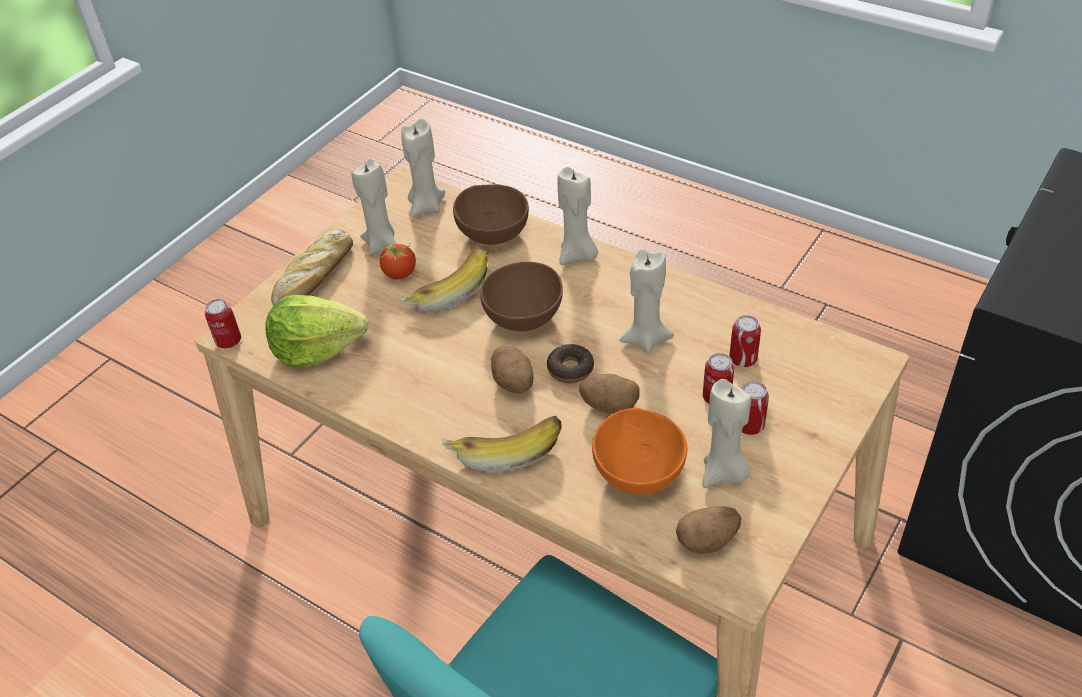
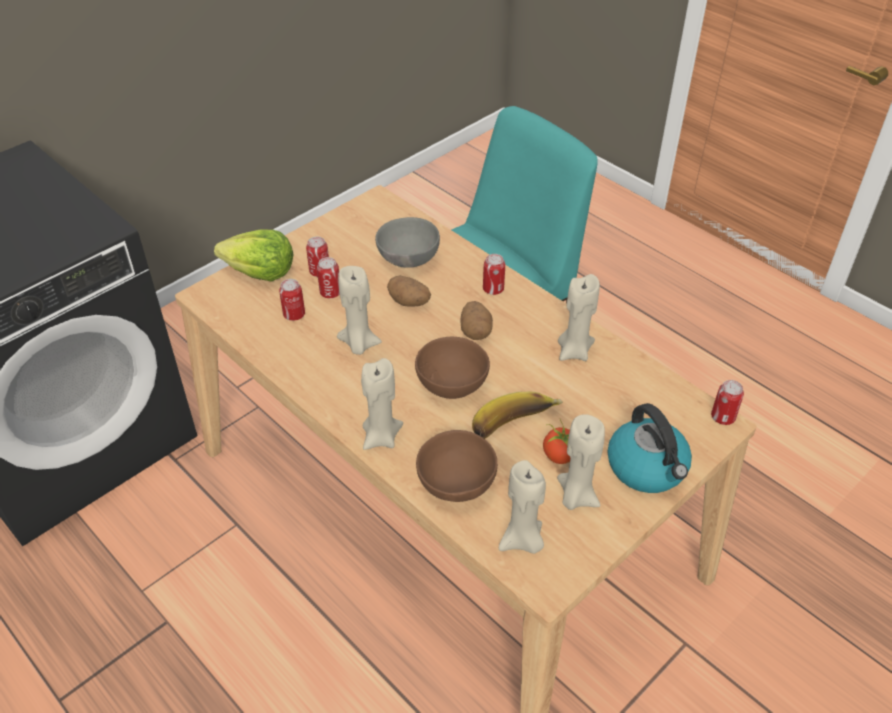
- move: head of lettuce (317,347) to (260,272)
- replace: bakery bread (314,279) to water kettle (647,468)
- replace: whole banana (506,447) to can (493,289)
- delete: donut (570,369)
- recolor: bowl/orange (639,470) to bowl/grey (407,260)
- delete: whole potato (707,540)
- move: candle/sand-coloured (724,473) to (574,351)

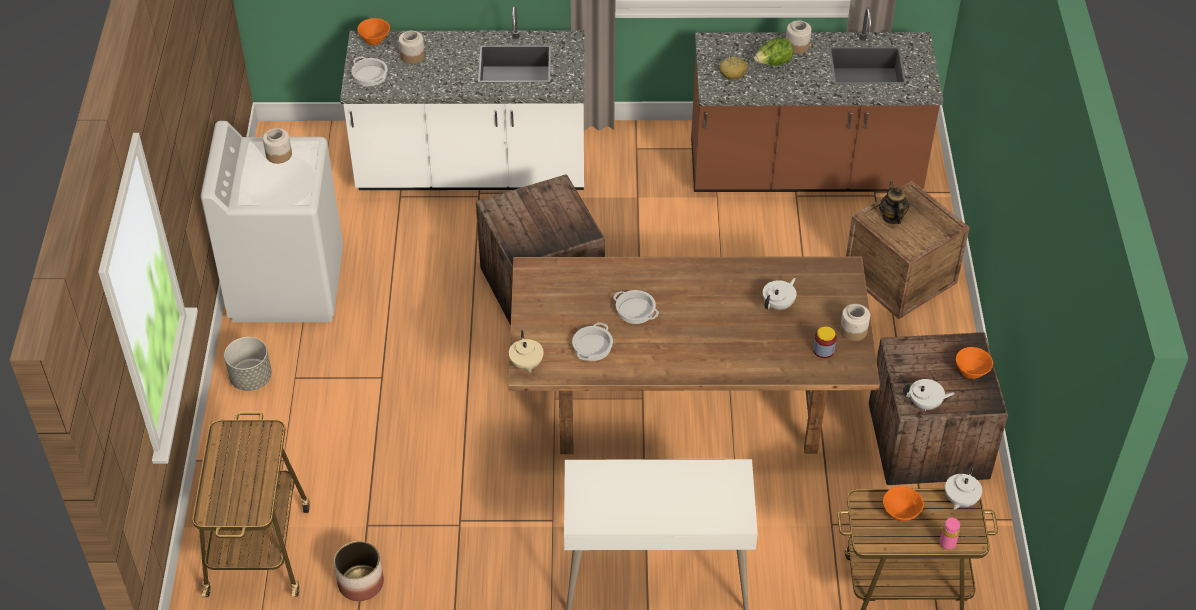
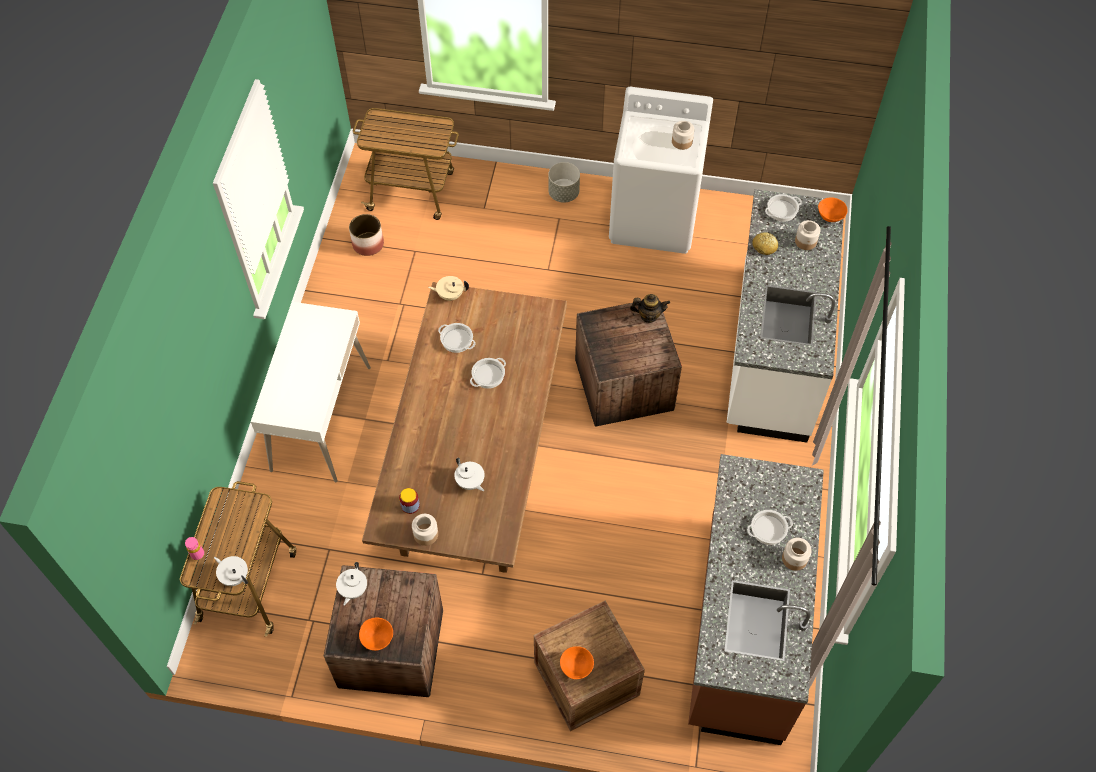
- move: bakery bread (733,72) to (764,247)
- replace: head of lettuce (773,63) to saucepot (768,530)
- move: pot for tea (892,217) to (648,315)
- move: bowl/orange (900,512) to (577,668)

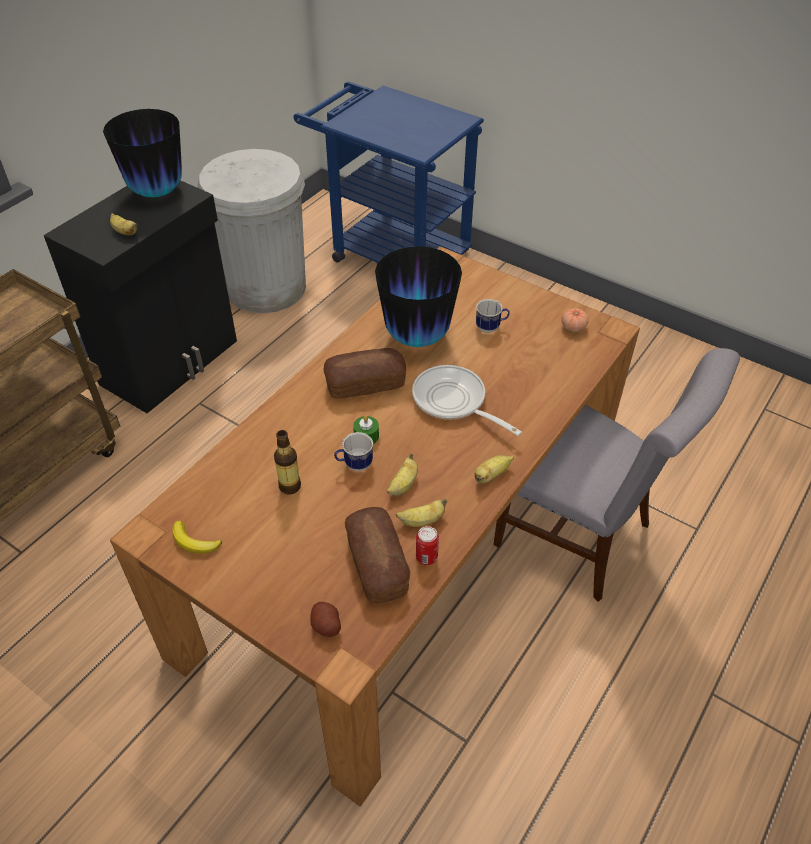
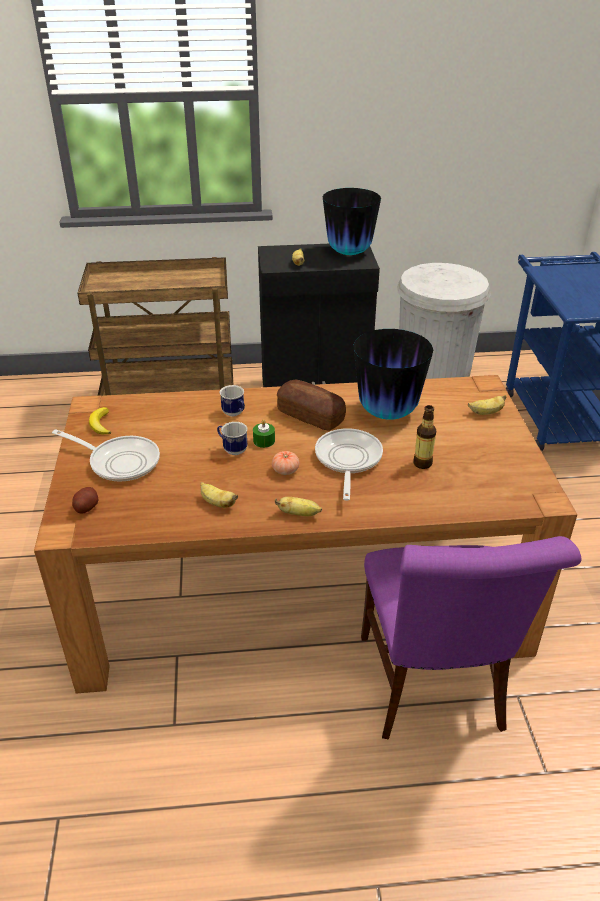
- move: drink bottle (289,486) to (422,463)
- delete: bakery bread (377,564)
- move: whole banana (403,485) to (486,413)
- delete: can (426,557)
- move: mug (491,327) to (235,414)
- recolor: plain chair/grey (582,537) to plain chair/purple-coloured (434,689)
- move: tomato (573,327) to (285,470)
- insert: skillet (120,461)

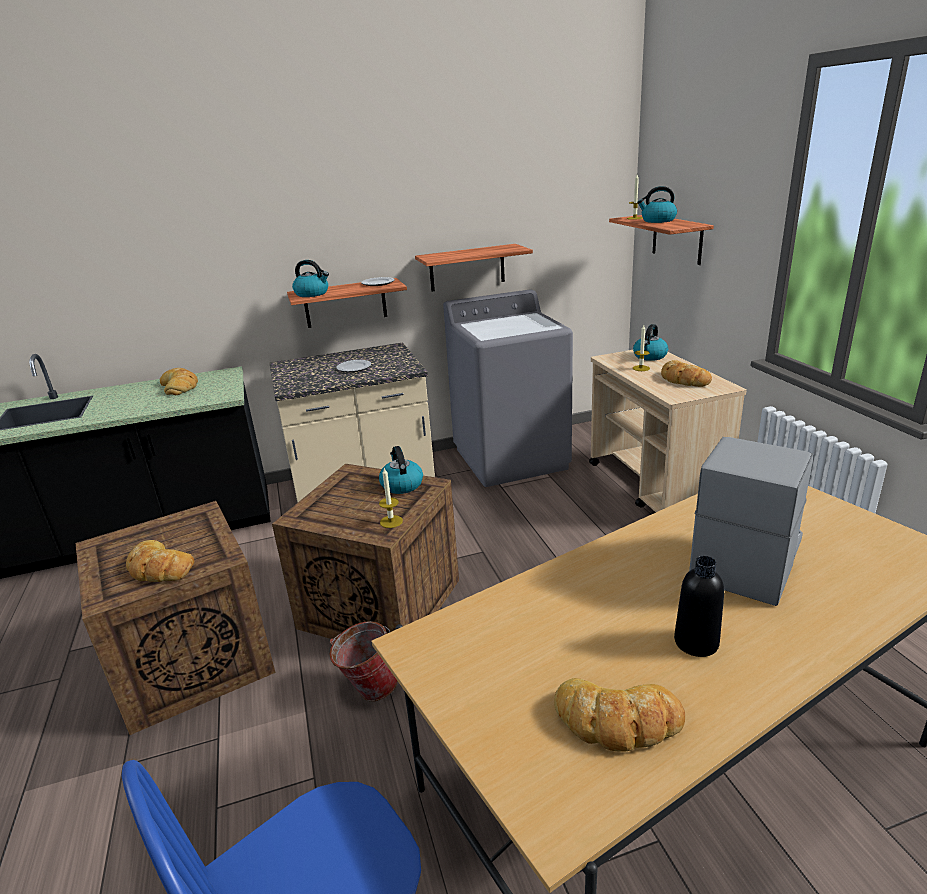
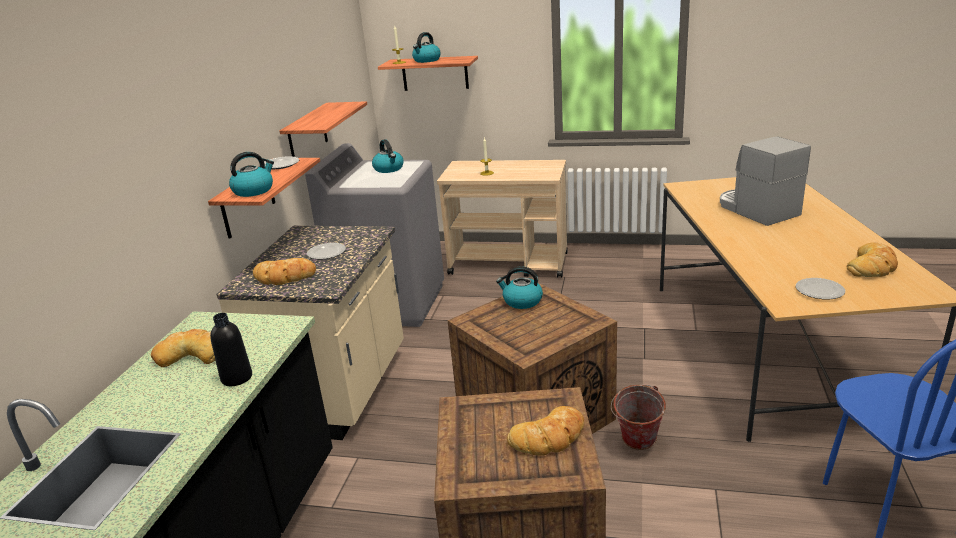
- delete: candle (391,521)
- move: water kettle (650,356) to (389,169)
- move: bakery bread (683,379) to (284,277)
- move: drink bottle/black-coloured (696,642) to (237,378)
- insert: dinner plate (819,291)

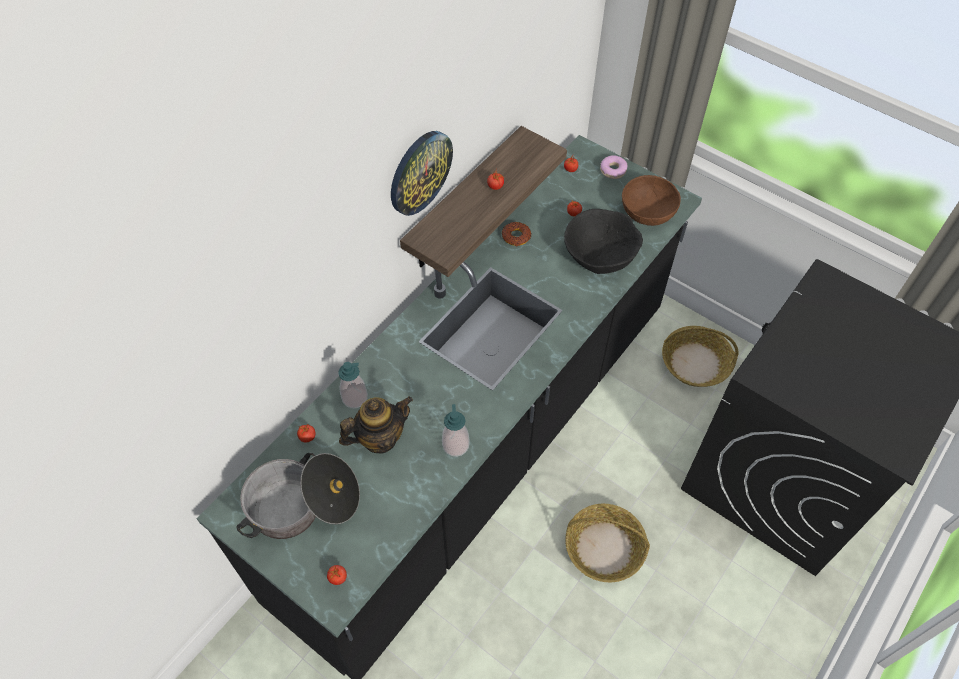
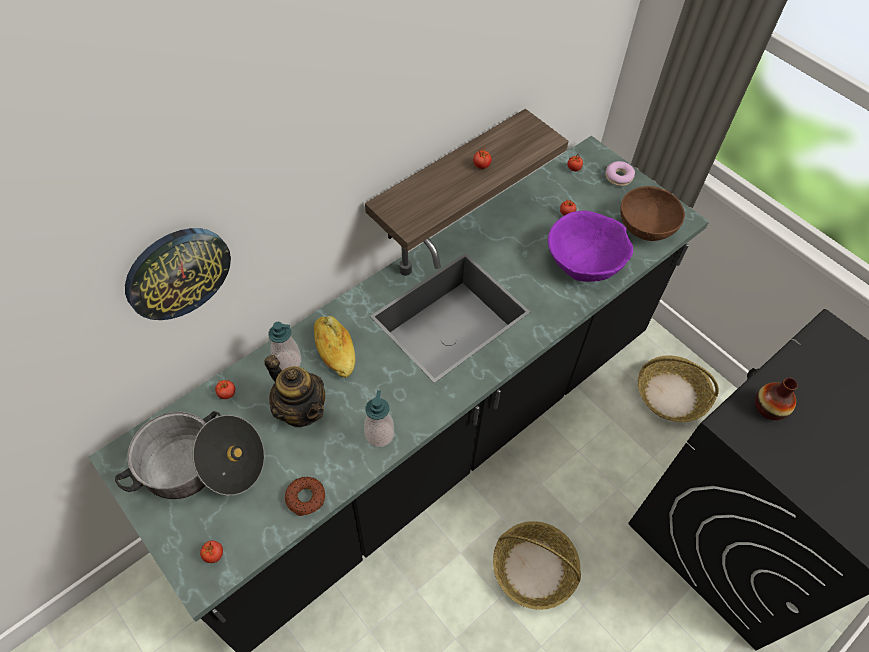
- rotate: pot for tea (379,438) = (301,410) 60 degrees clockwise
- move: hanging clock (419,172) to (177,272)
- move: donut (516,236) to (305,498)
- recolor: bowl/black-coloured (599,256) to bowl/purple-coloured (584,263)
- insert: bakery bread (335,351)
- insert: decorative vase (769,408)

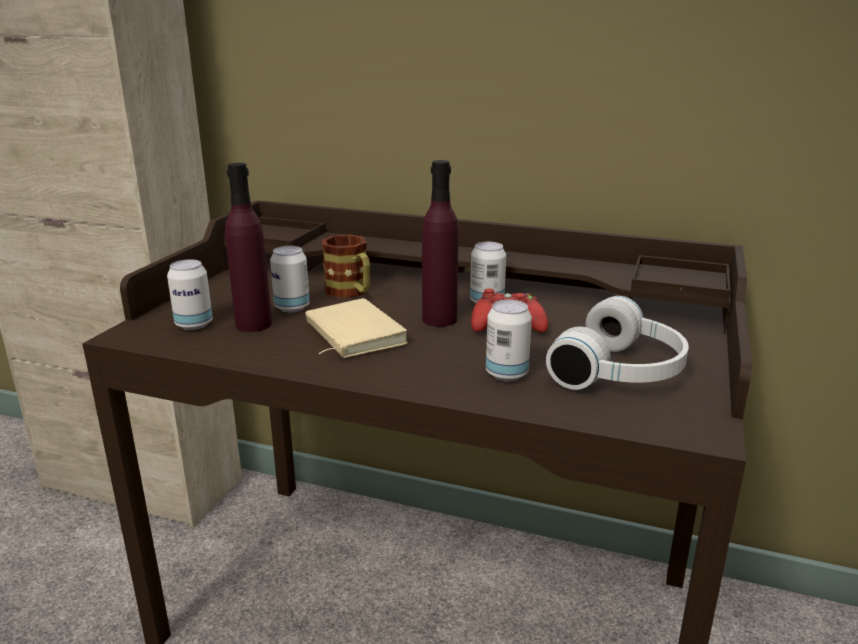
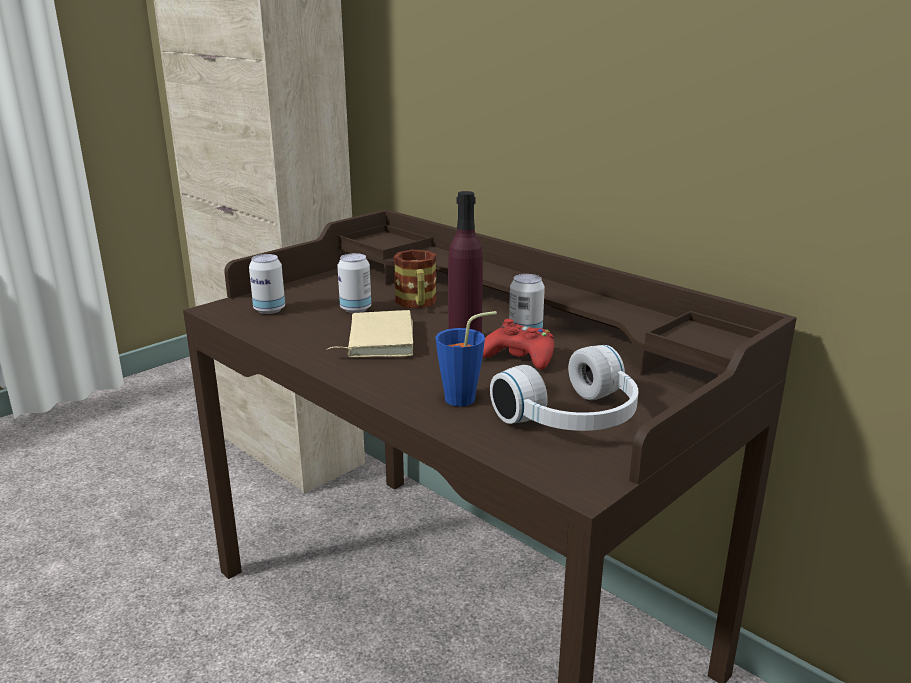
- delete: drink bottle/purple-coloured (253,324)
- replace: can (506,374) to drinking cup/blue (467,398)

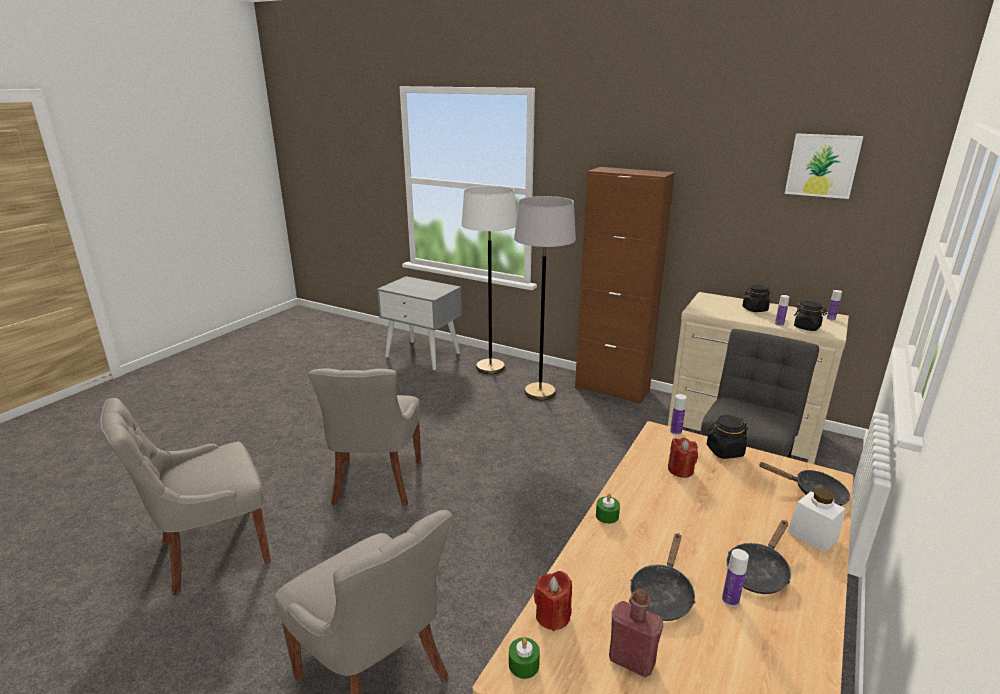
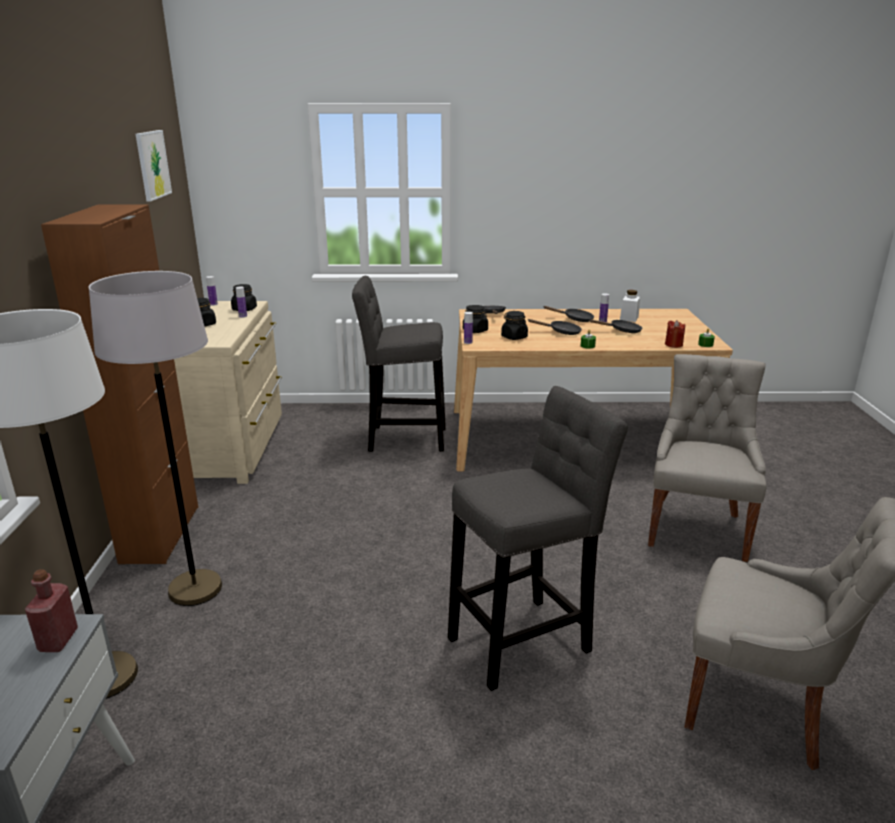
- replace: plain chair/grey (376,483) to stool seat/grey (525,640)
- move: drink bottle/reddish (631,660) to (58,640)
- replace: candle/reddish (680,470) to jar/black-coloured (514,337)
- move: jar/white (812,535) to (629,318)
- insert: skillet/black-coloured (561,332)

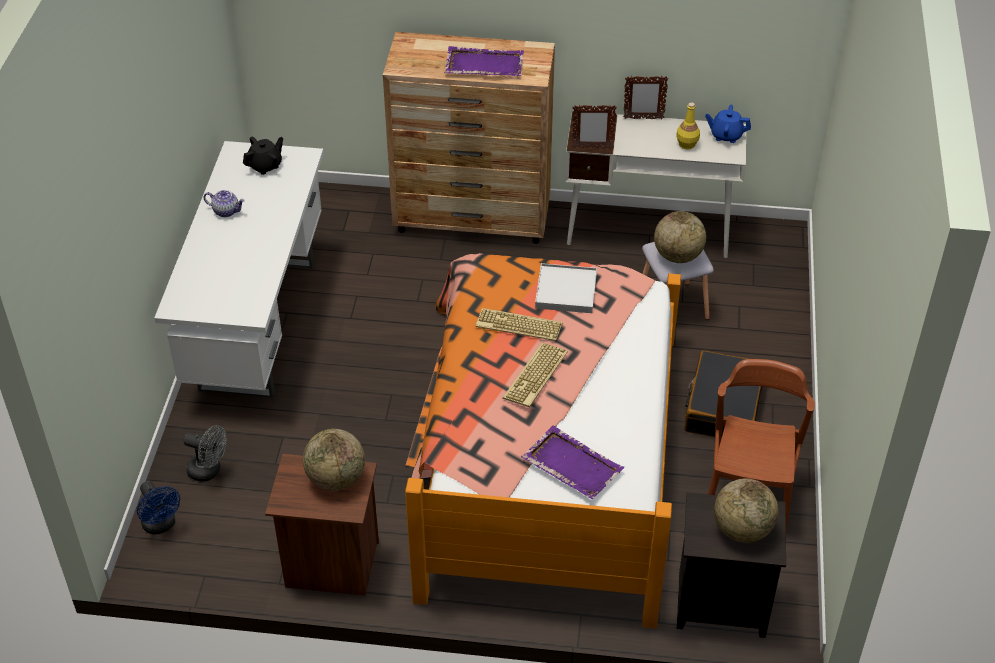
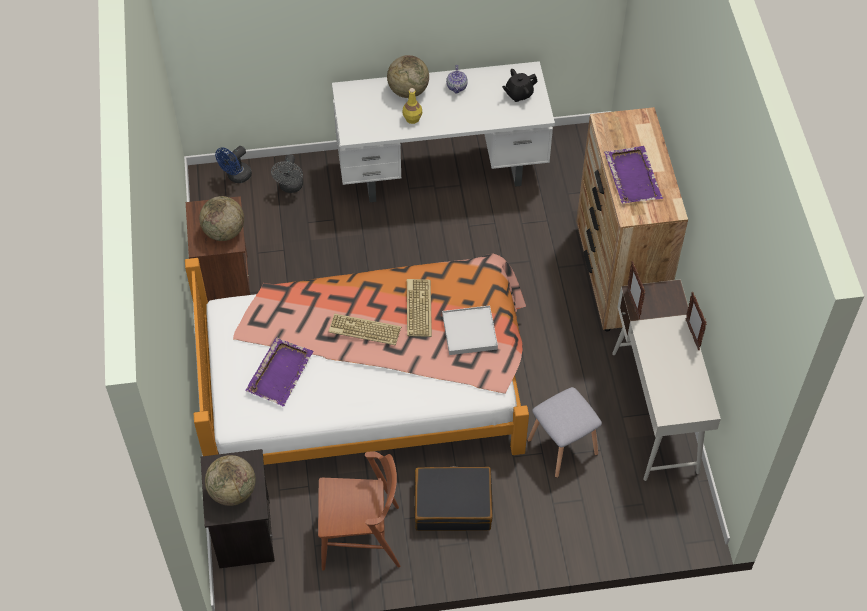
- rotate: pot for tea/black-coloured (265,166) = (518,94) 120 degrees clockwise
- move: world globe (678,256) to (408,91)
- move: drink bottle/yellowish (686,144) to (412,118)
- delete: pot for tea/blue (726,135)

